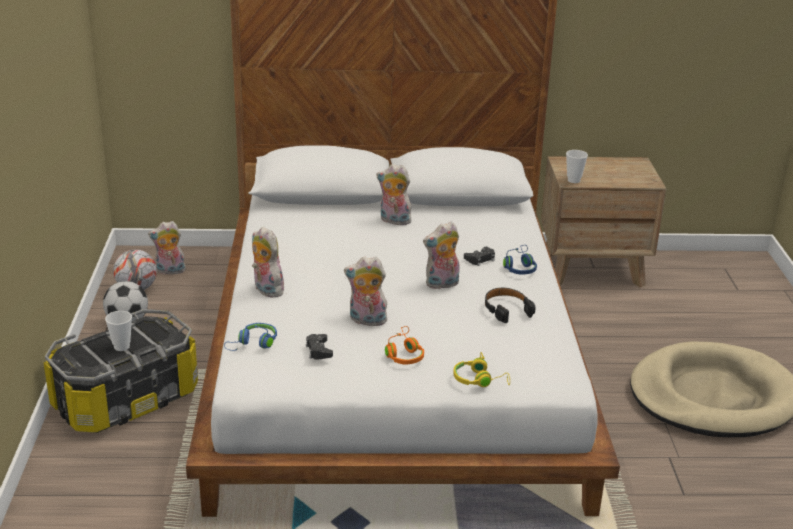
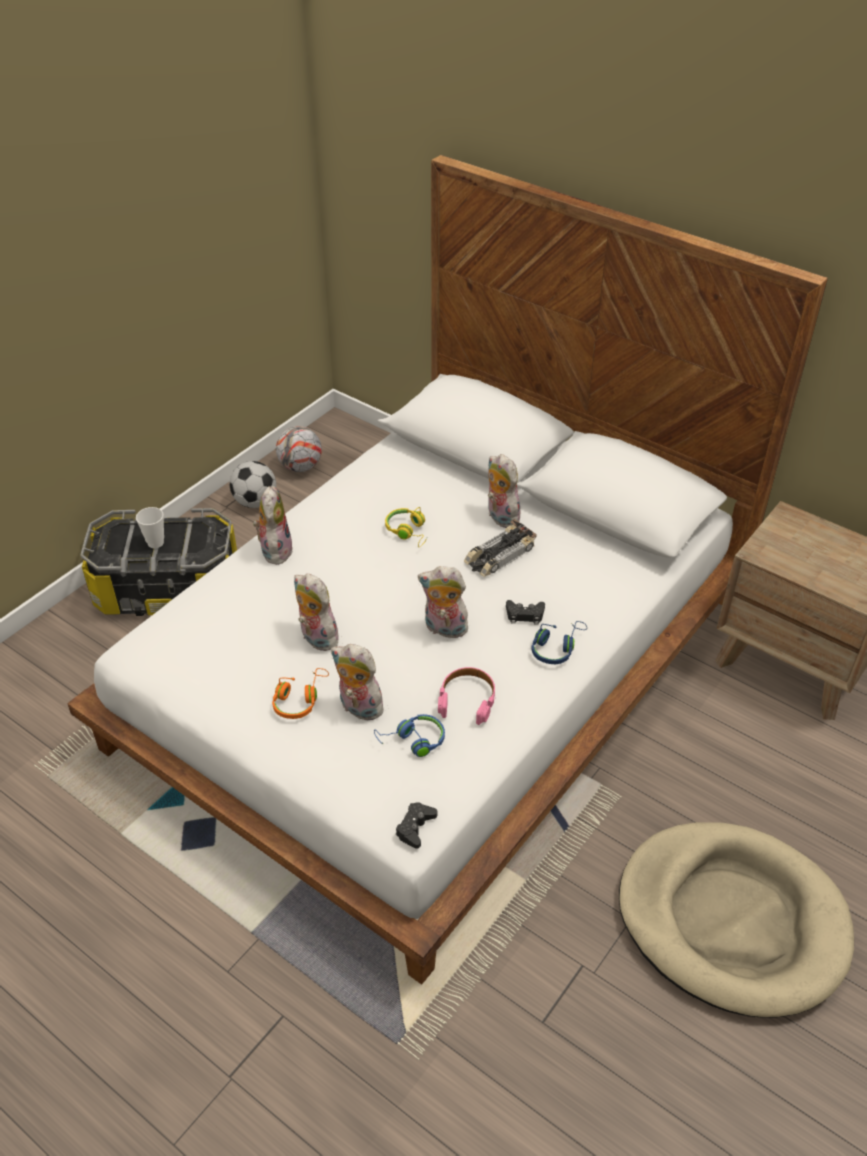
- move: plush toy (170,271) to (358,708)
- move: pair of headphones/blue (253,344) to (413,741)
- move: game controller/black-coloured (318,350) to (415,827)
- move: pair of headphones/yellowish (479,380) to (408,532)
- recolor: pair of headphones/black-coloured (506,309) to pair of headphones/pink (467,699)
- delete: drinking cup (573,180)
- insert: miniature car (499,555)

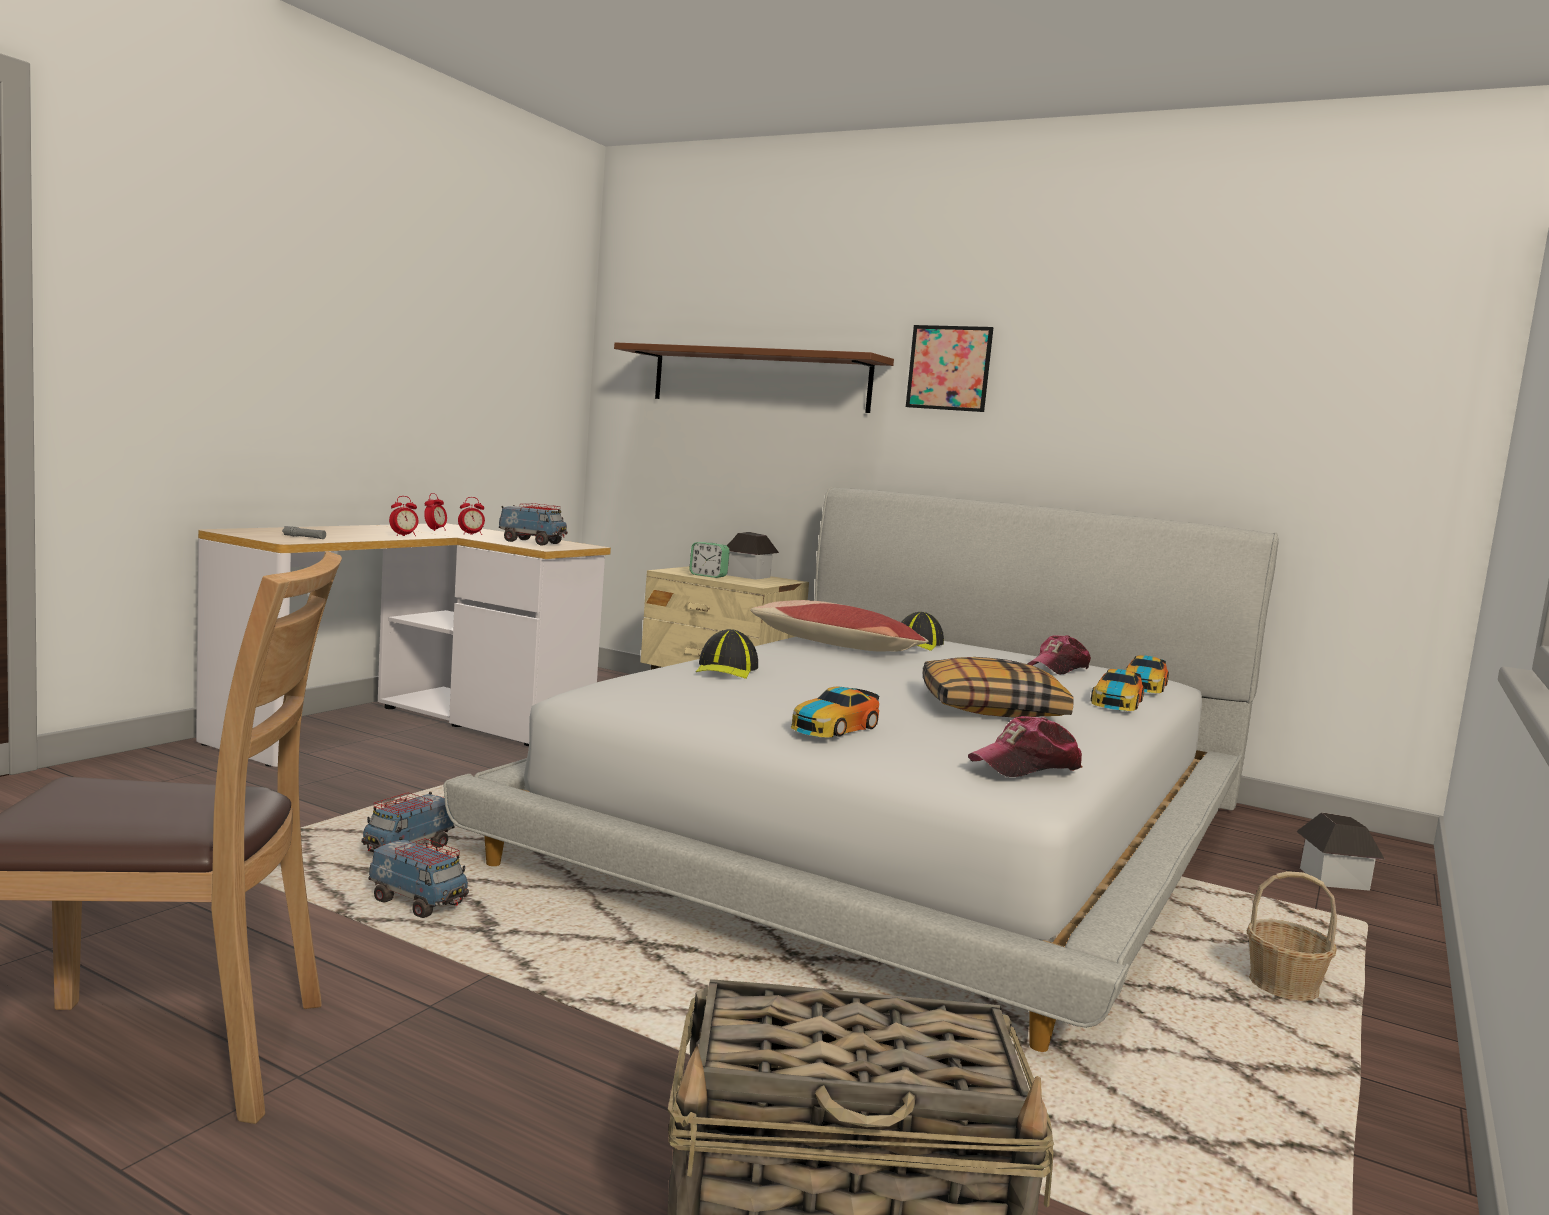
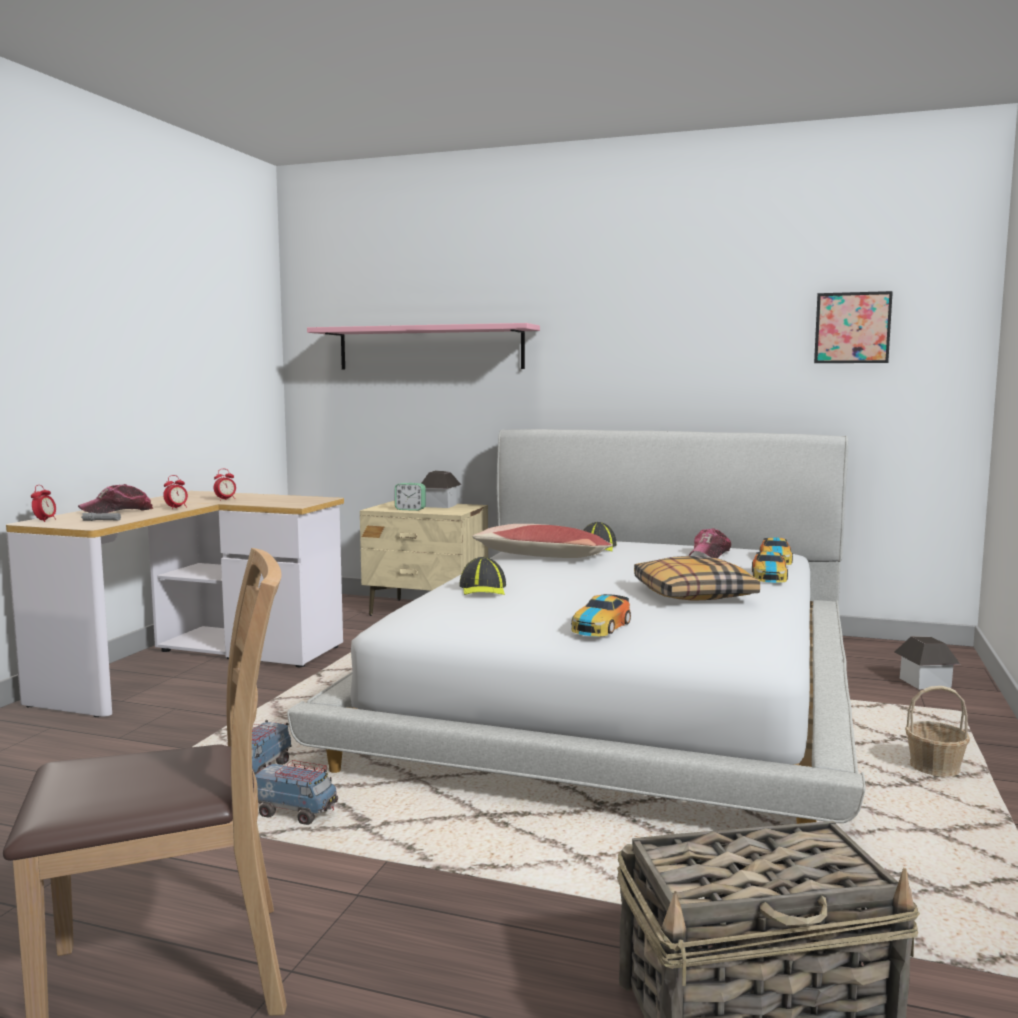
- move: bedside clock (435,530) to (45,521)
- delete: model truck (532,542)
- recolor: shelf/brown (759,379) to shelf/pink (430,348)
- move: wall picture (949,368) to (852,328)
- move: cap (1026,766) to (117,511)

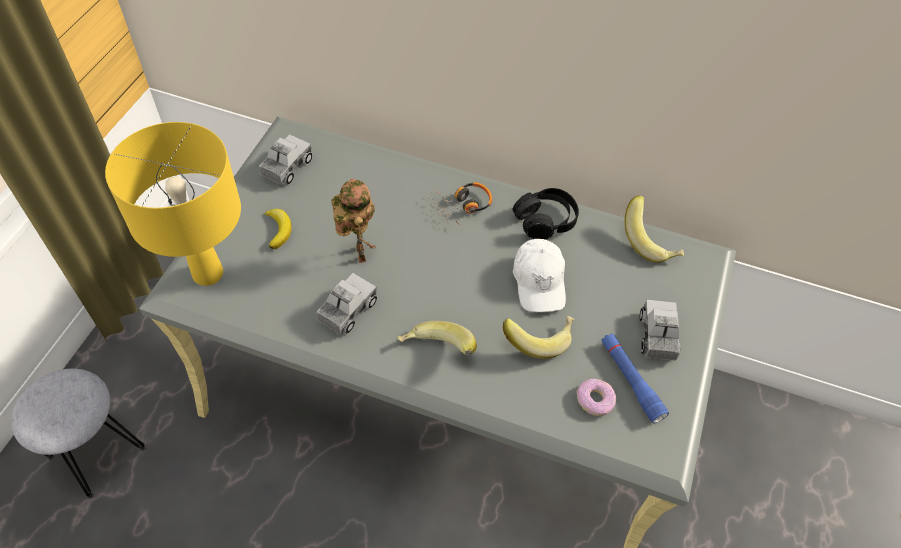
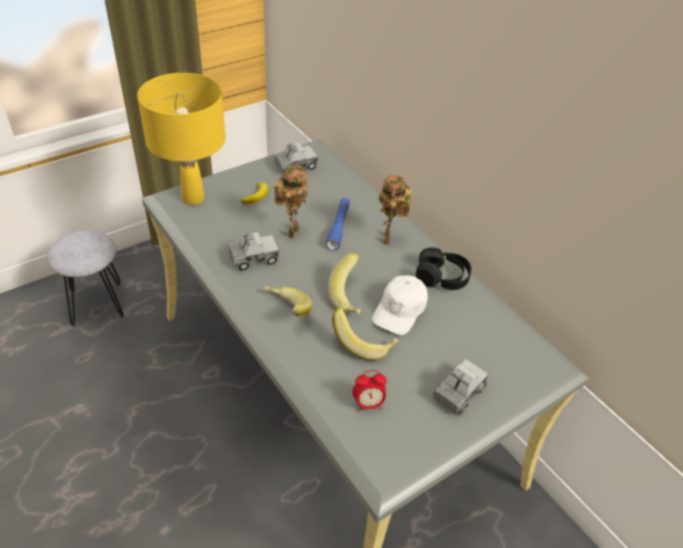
- replace: pair of headphones (462,206) to model robot (388,240)
- replace: donut (595,399) to bedside clock (368,404)
- move: torch/blue (630,380) to (338,227)
- move: whole banana (650,242) to (350,296)

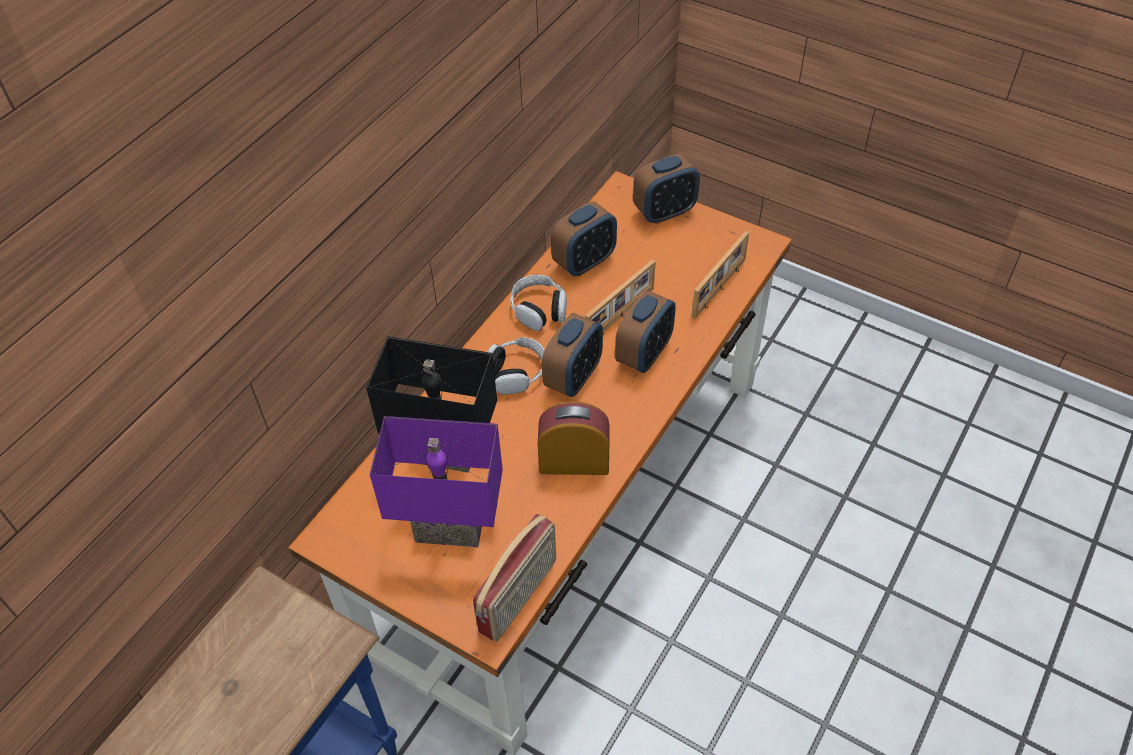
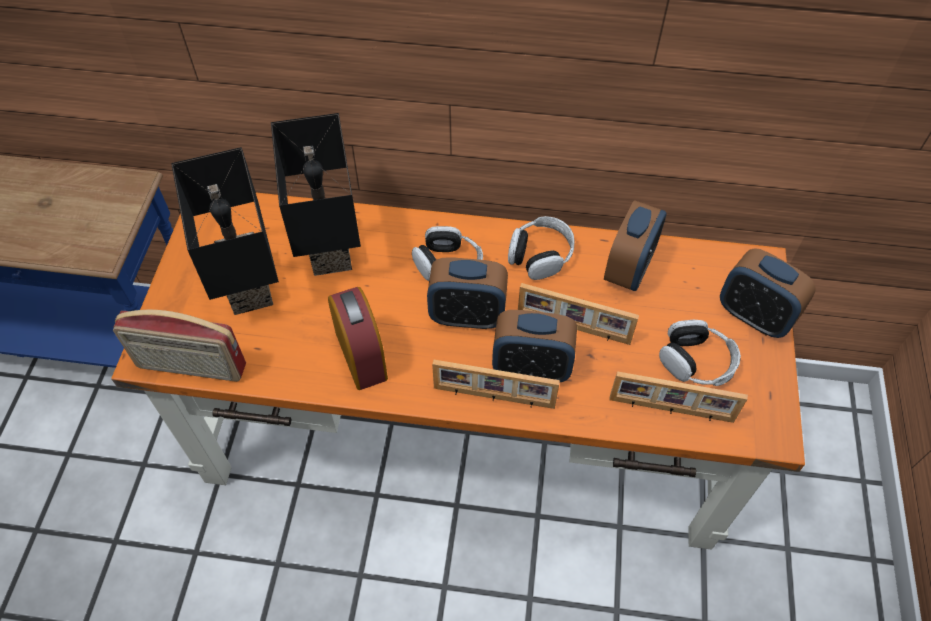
- recolor: tabletop lamp/purple-coloured (451,524) to tabletop lamp/black-coloured (252,285)
- rotate: bedside clock (584,262) = (629,269) 90 degrees counterclockwise
- insert: standing frame (493,398)
- insert: pair of headphones (696,361)

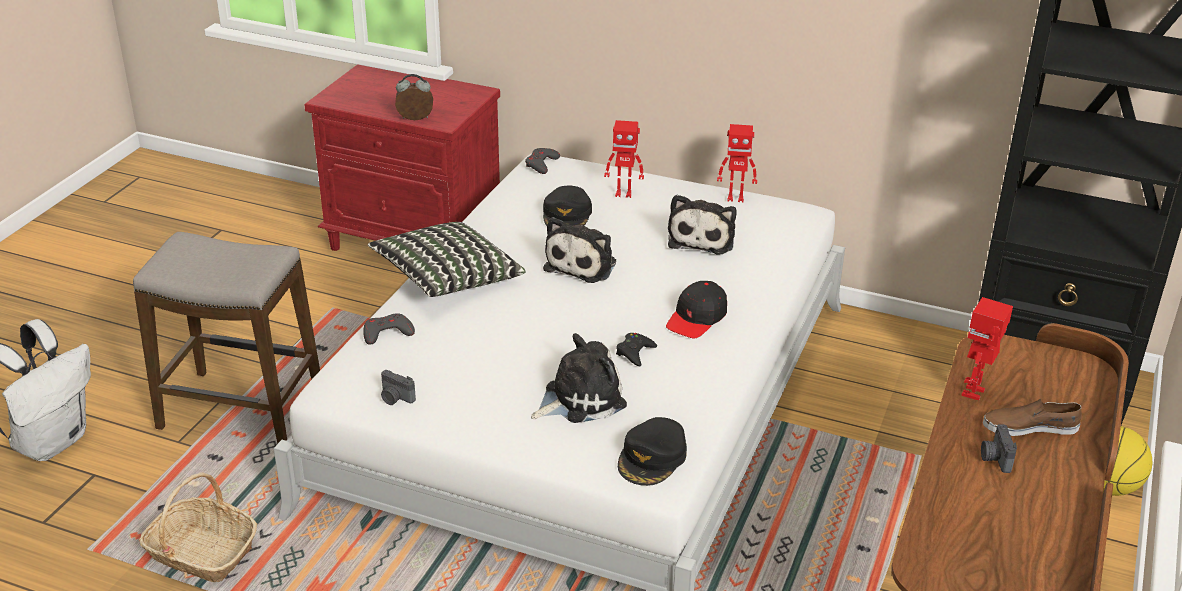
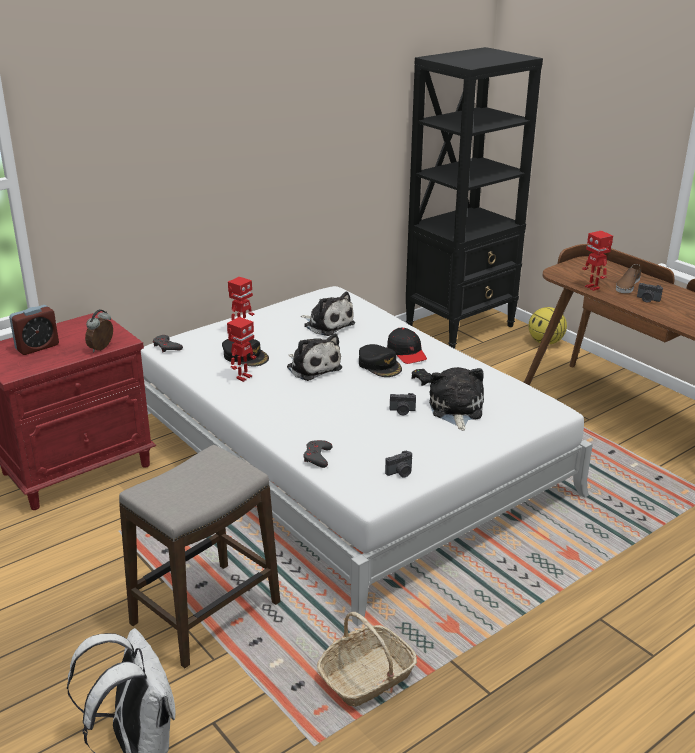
- delete: throw pillow (447,279)
- move: cap/black-coloured (652,458) to (380,365)
- move: model robot (735,198) to (243,377)
- insert: bedside clock (37,347)
- insert: photo camera (402,411)

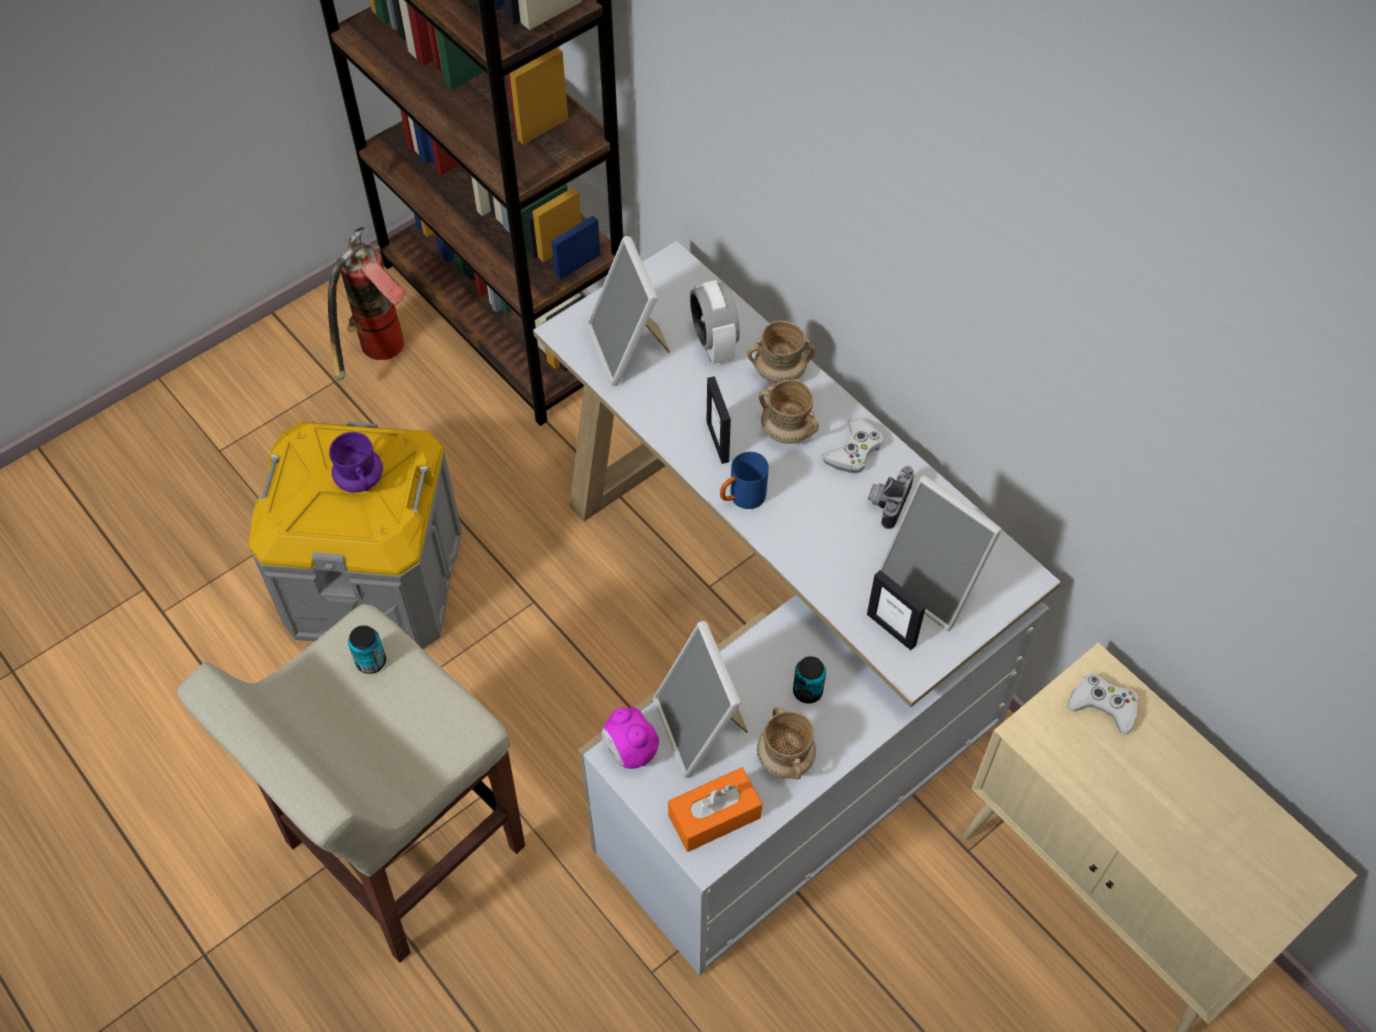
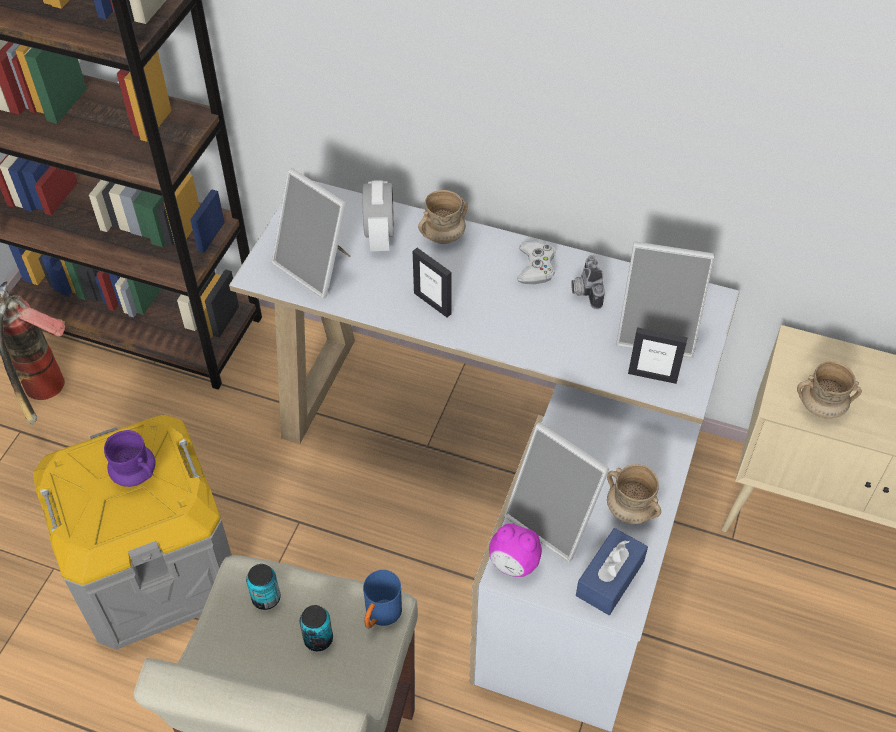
- recolor: box of tissues/orange (714,816) to box of tissues/blue (610,578)
- rotate: bedside clock (714,344) = (380,237) 135 degrees counterclockwise
- move: mug/blue (741,498) to (380,616)
- move: mug/sand-coloured (786,431) to (821,407)
- move: can (807,691) to (318,639)
- delete: game controller/white (1103,705)

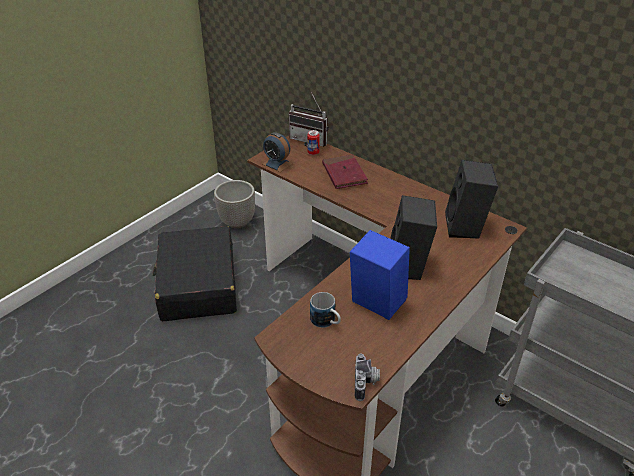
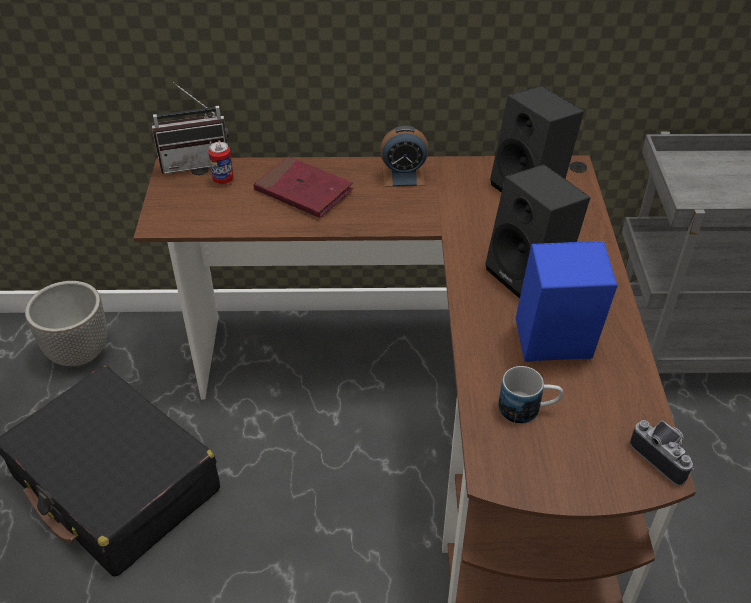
- move: bedside clock (277,164) to (403,176)

